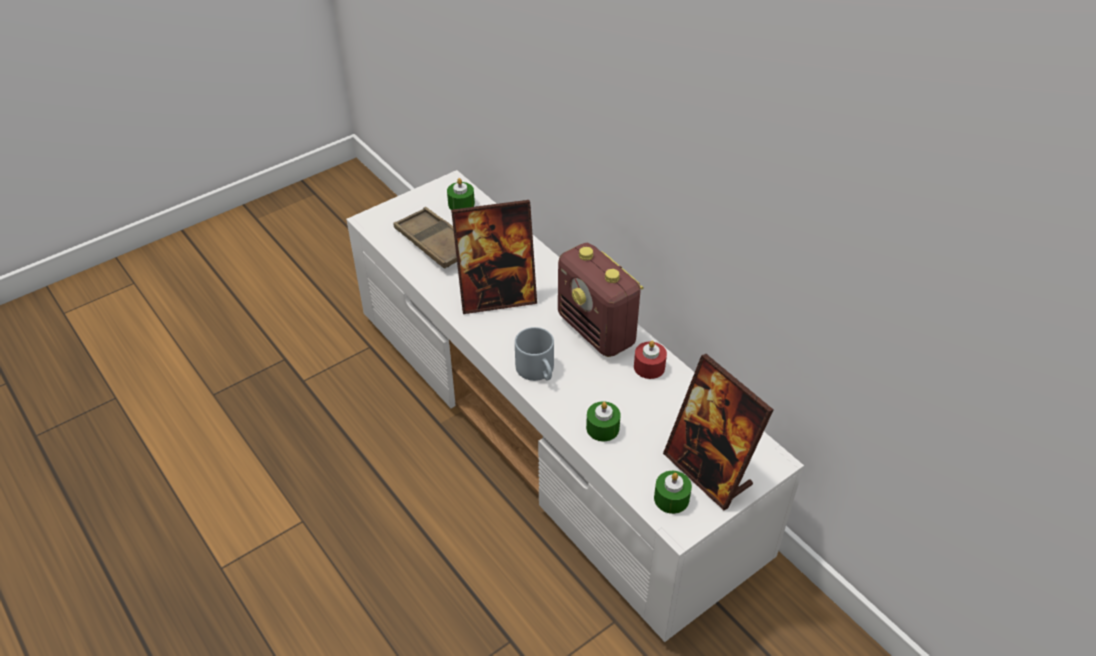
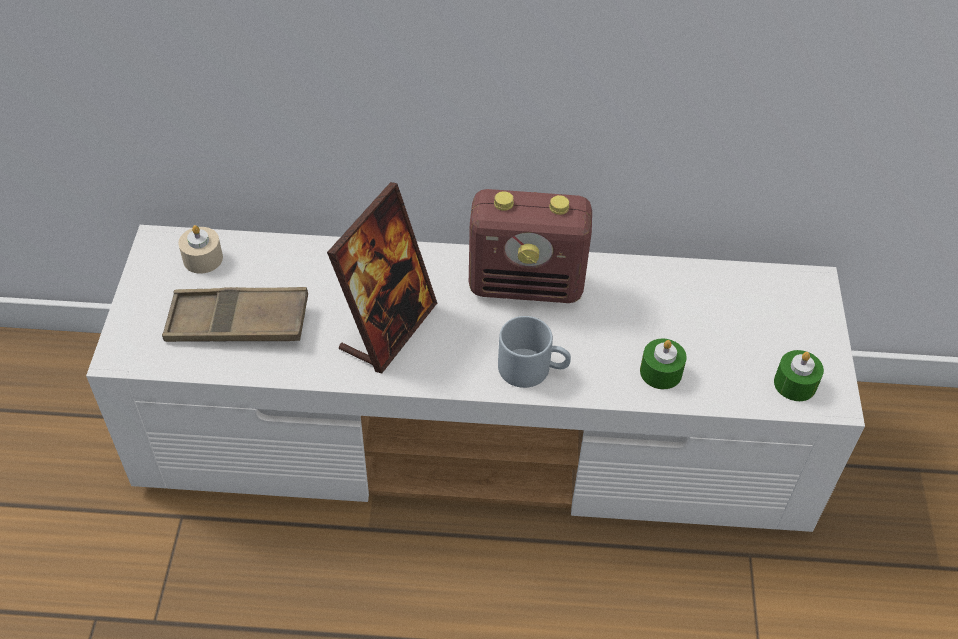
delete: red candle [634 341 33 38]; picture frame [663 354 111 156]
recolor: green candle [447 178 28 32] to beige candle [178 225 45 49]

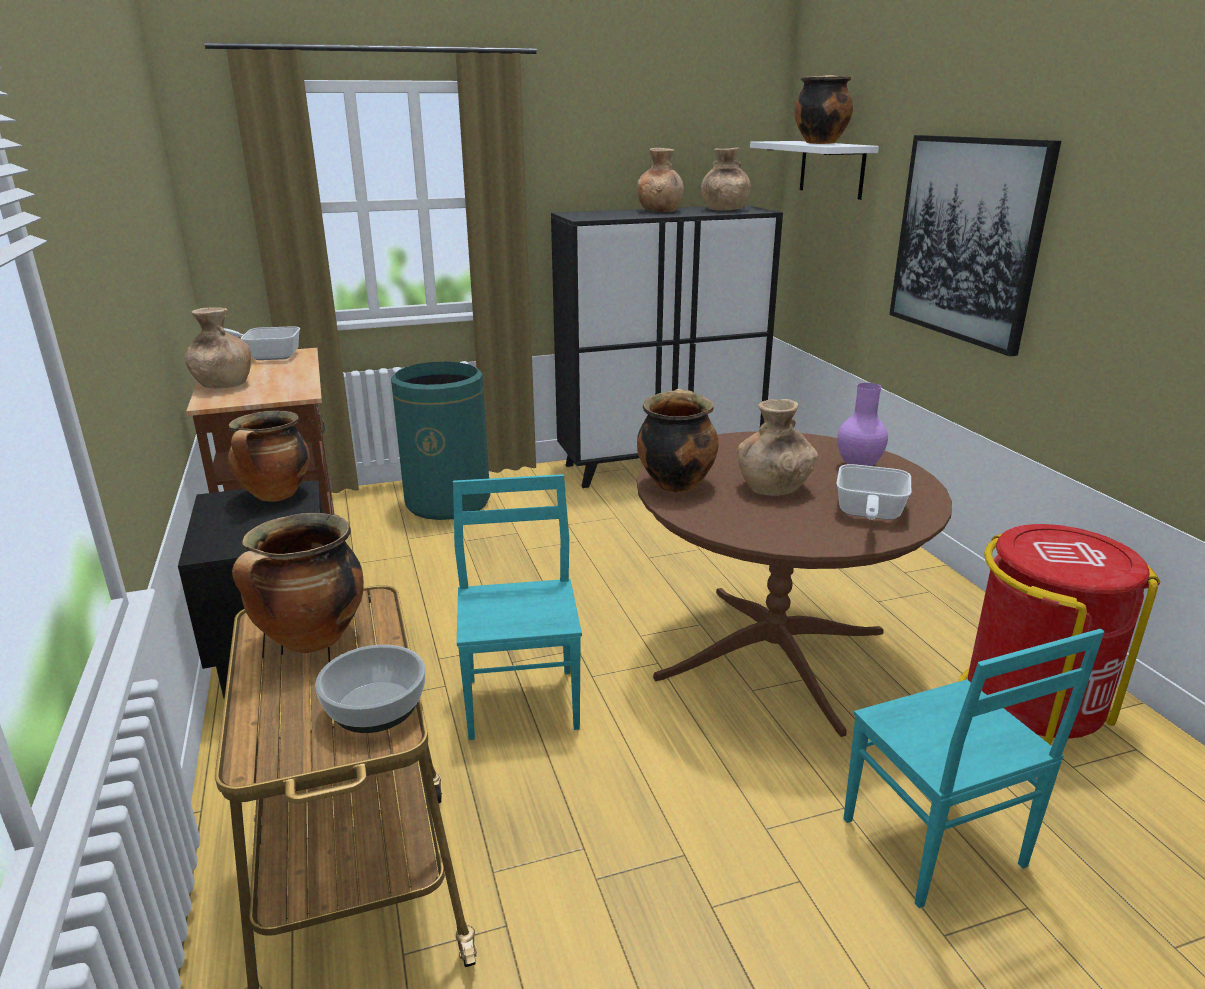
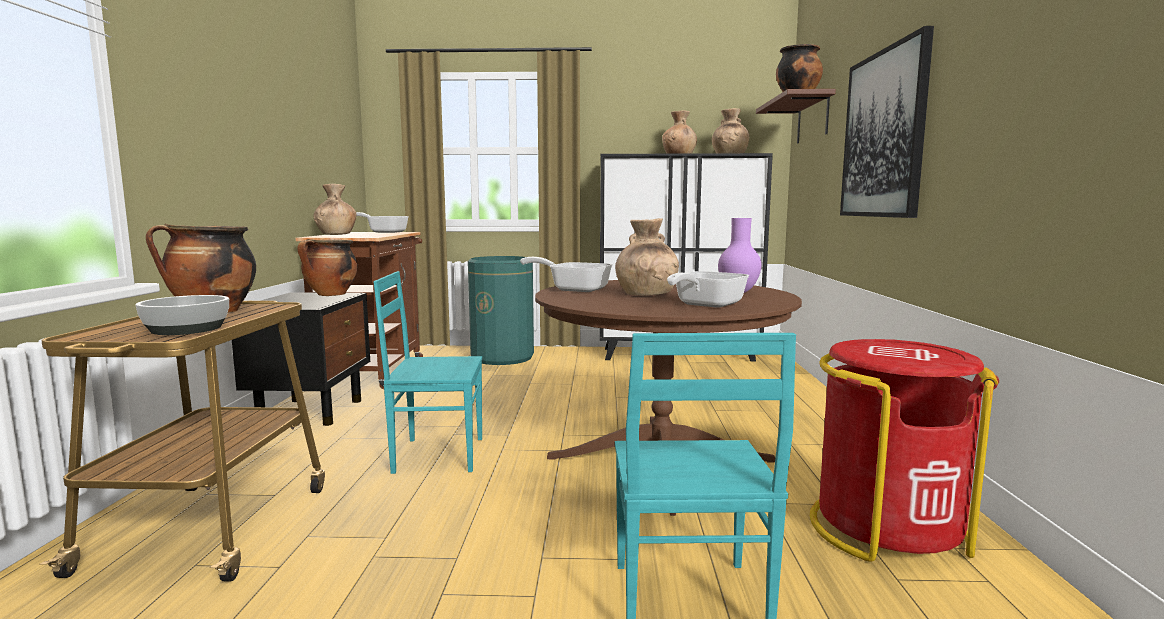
replace: cooking pot [637 389 81 104] to frying pan [520 257 93 35]
recolor: white shelf [750 141 129 59] to brown shelf [756 89 80 55]
rotate: turquoise chair [453 474 129 266] = [373 271 109 203] 105 degrees counterclockwise

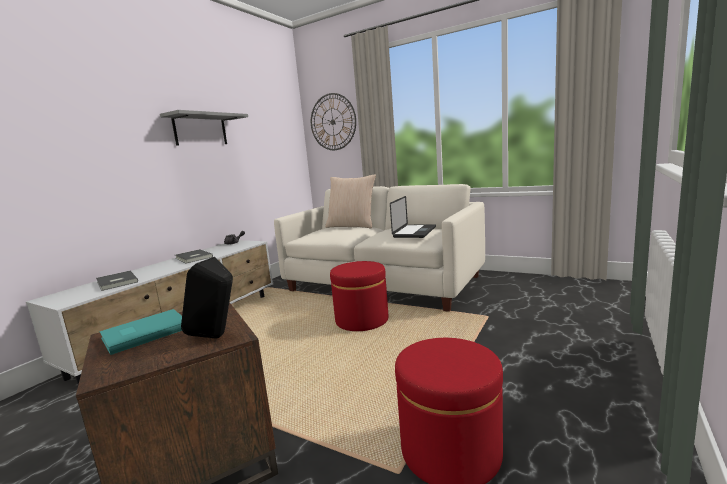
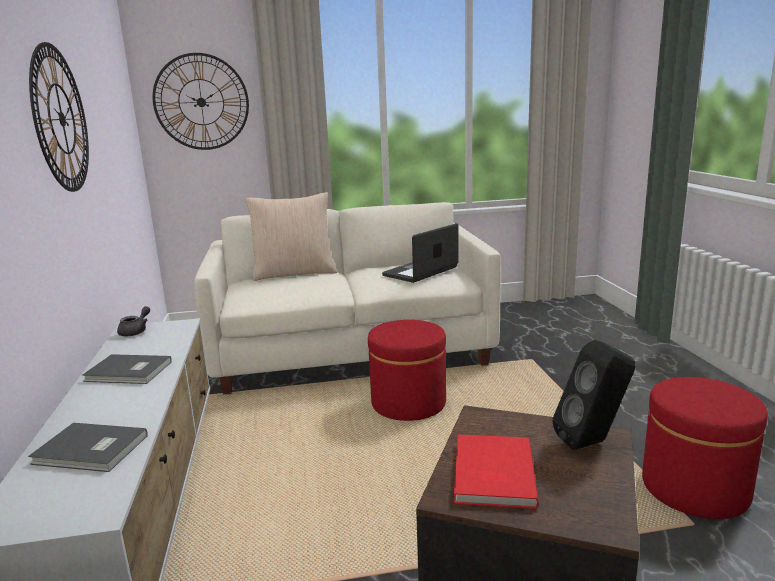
replace: grey shelf [160 110 88 36] to wall clock [29 42 60 150]
recolor: turquoise book [99 309 83 46] to red book [454 434 85 75]
rotate: laptop [390 196 46 42] = [382 223 77 60] 120 degrees counterclockwise

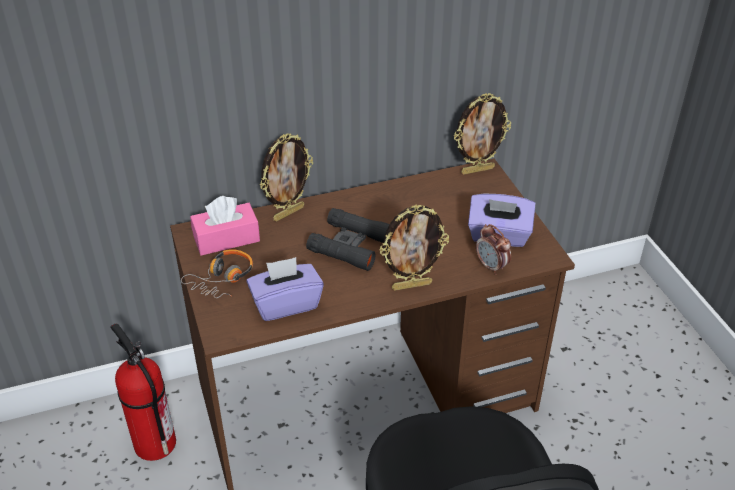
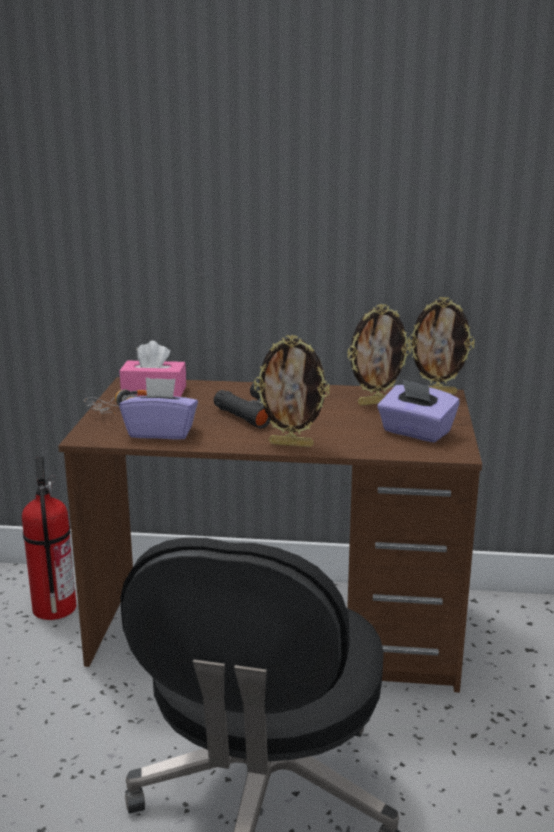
delete: alarm clock [476 224 35 51]
move: picture frame [260 133 53 89] to [347 304 64 102]

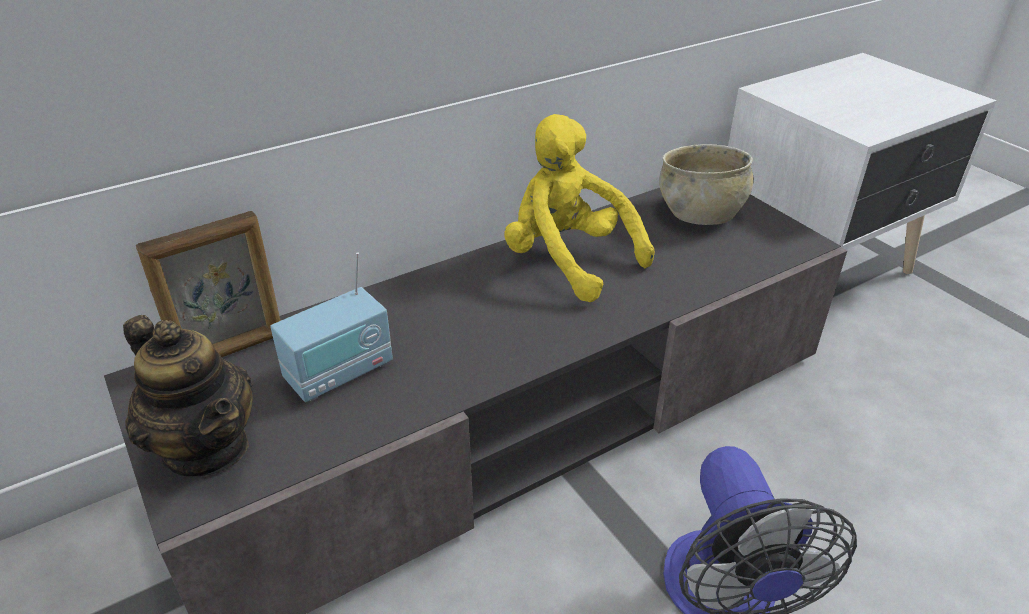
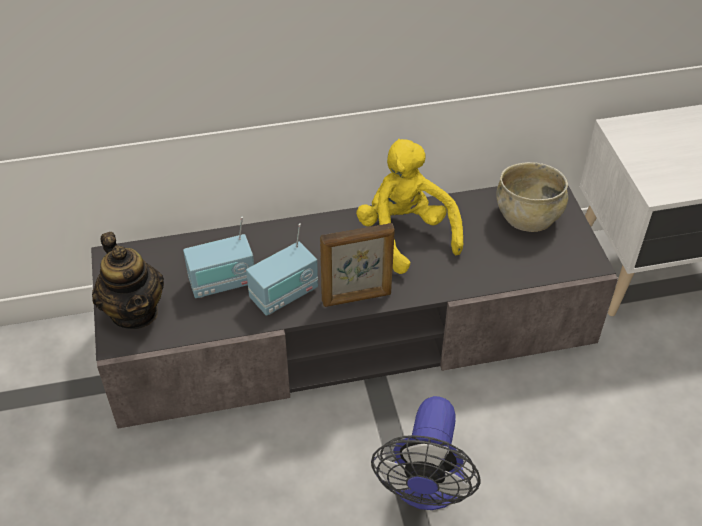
insert: radio [246 223 72 93]
move: picture frame [136 211 145 146] to [320 223 75 84]

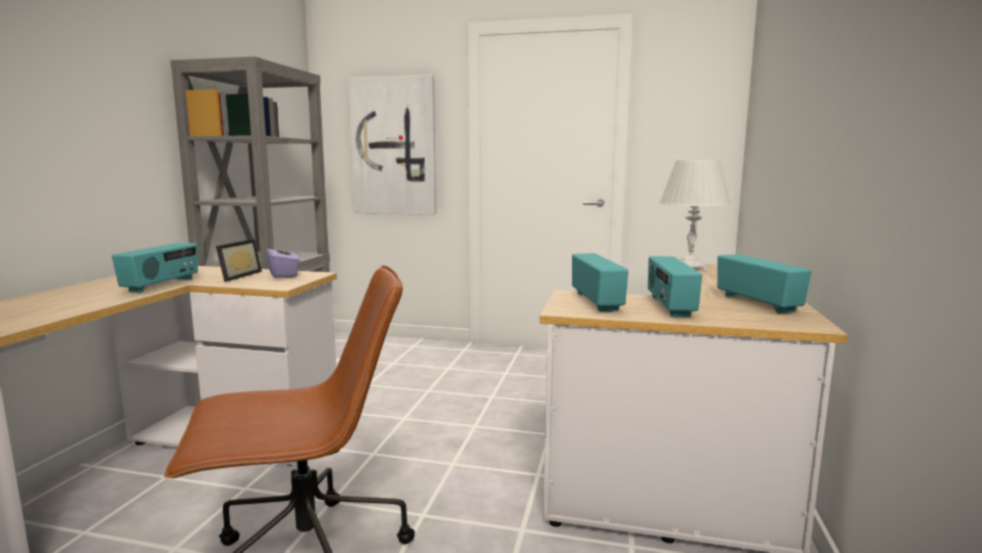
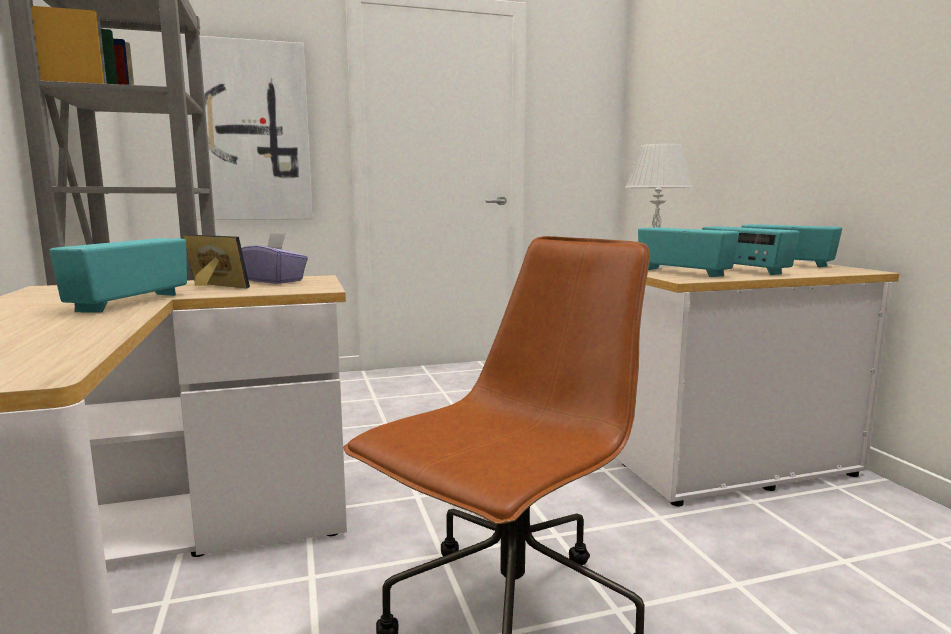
rotate: radio [112 243 86 50] = [49 238 138 75] 150 degrees counterclockwise; picture frame [216 239 46 43] = [183 234 67 54] 45 degrees counterclockwise

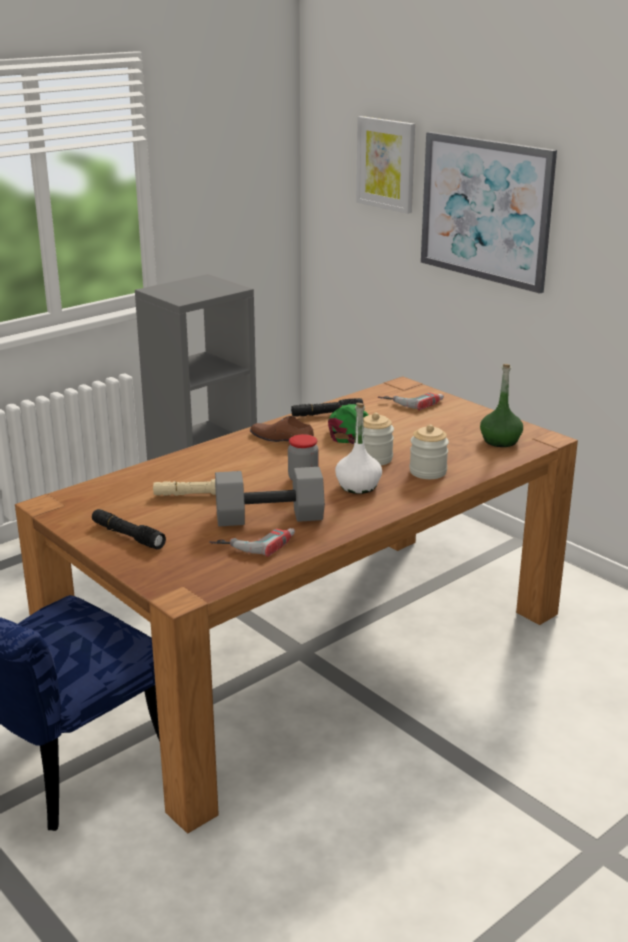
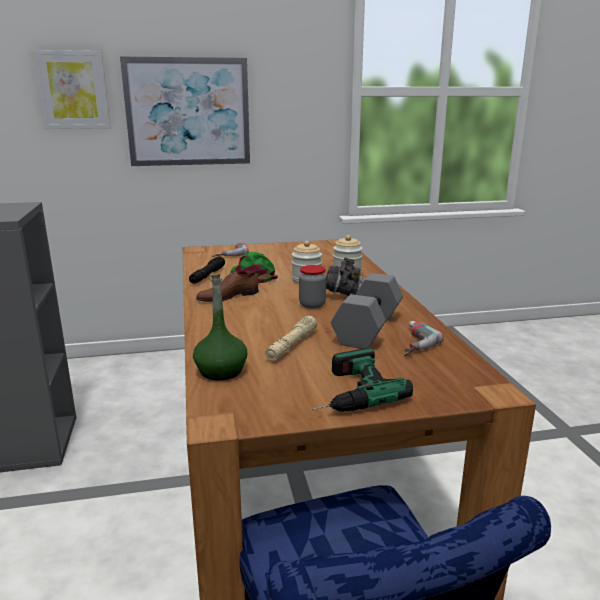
move: green bottle [480 364 43 83] to [193 274 54 106]
replace: black flashlight [92 509 74 40] to power drill [311 348 102 64]; white bottle [335 403 47 91] to grey binoculars [326 258 40 38]

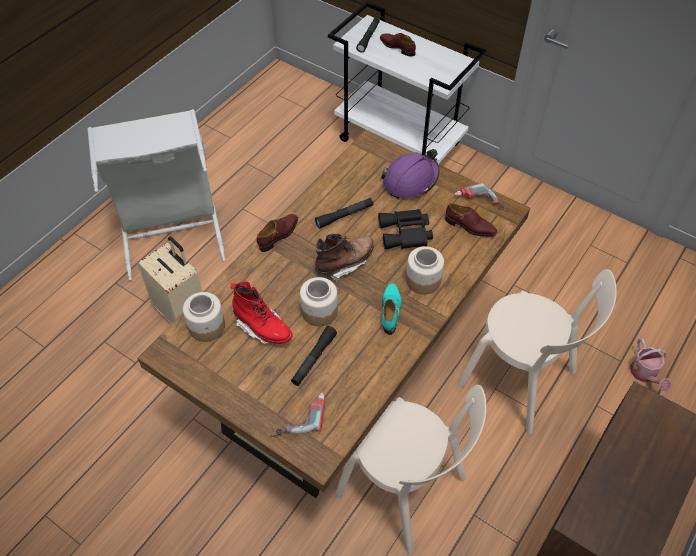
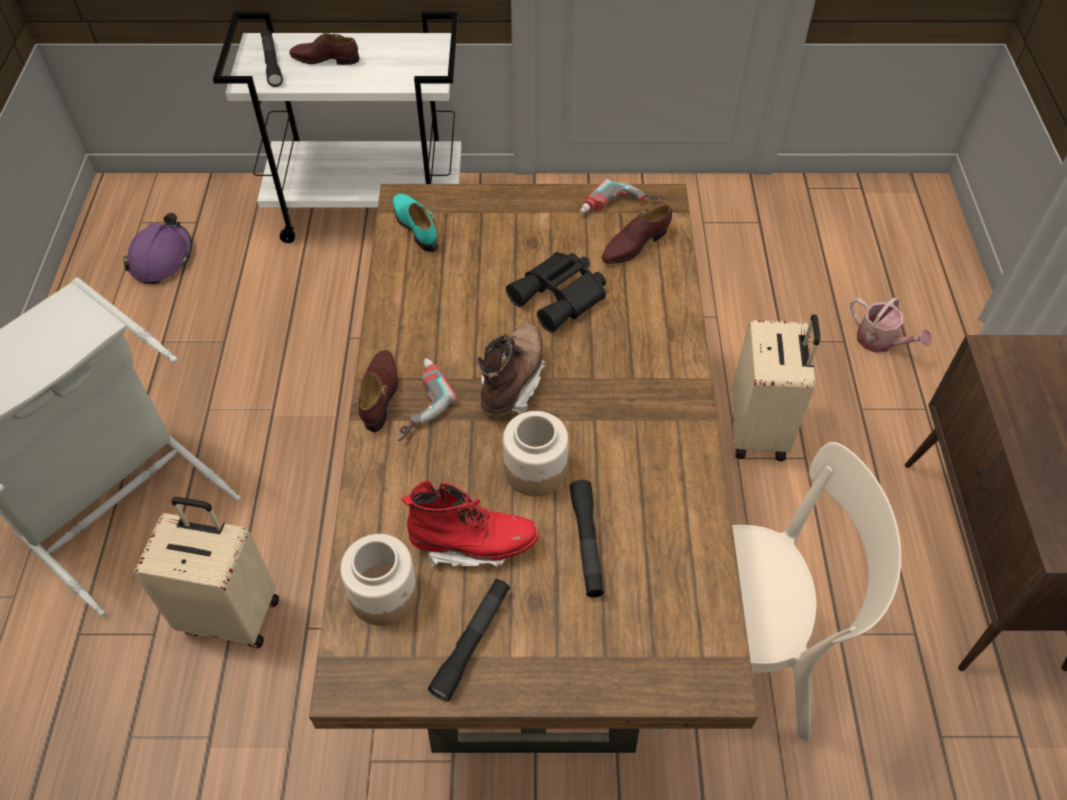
delete: jar [406 246 38 48]
move: power drill [271 393 54 44] to [398 358 59 83]; black flashlight [315 198 58 31] to [428 579 82 123]; purple hard hat [381 149 59 49] to [123 213 69 71]; turquoise shoe [382 284 20 51] to [393 194 45 58]
replace: beige chair [458 269 159 165] to beige suitcase [731 314 89 147]
rotate: brown shoe [445 203 52 34] = [602 204 70 60] 150 degrees clockwise

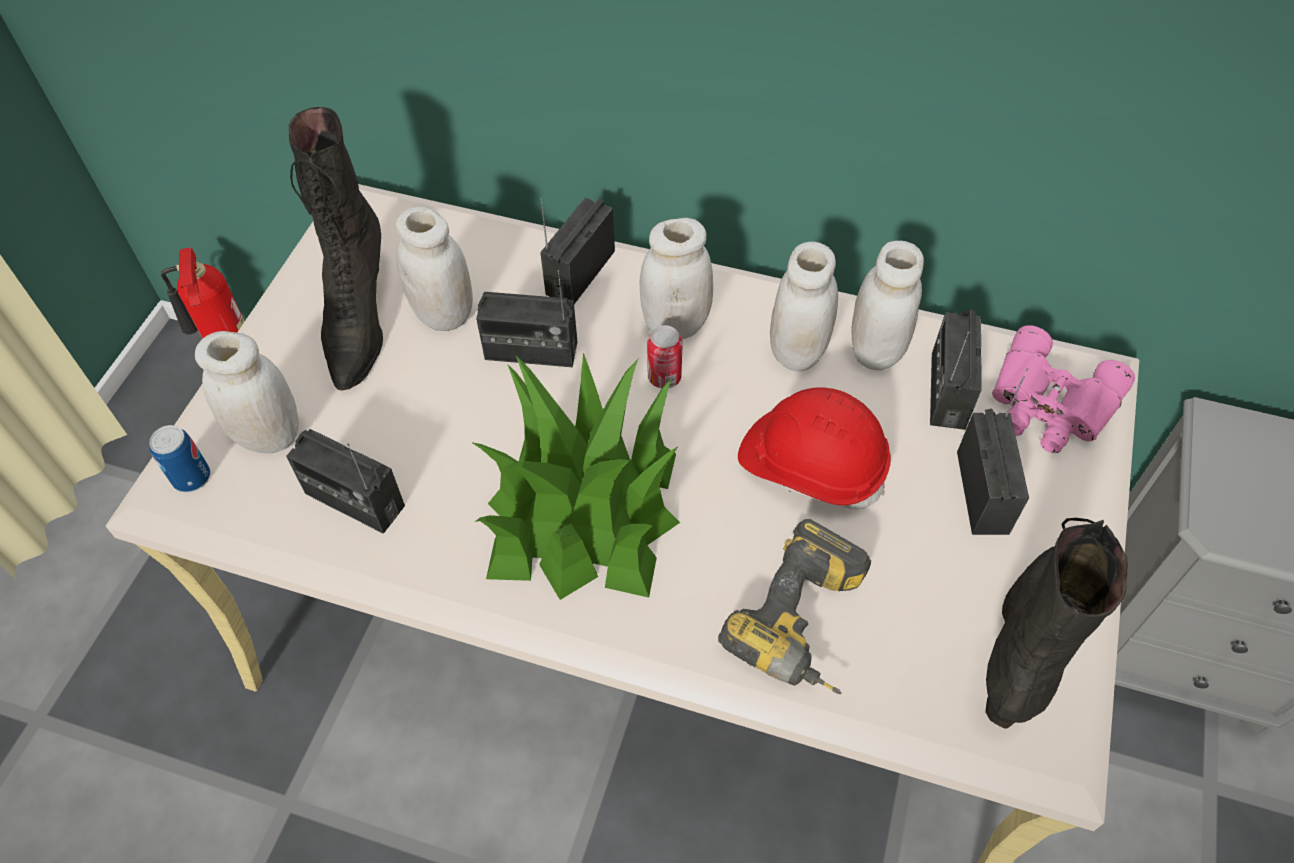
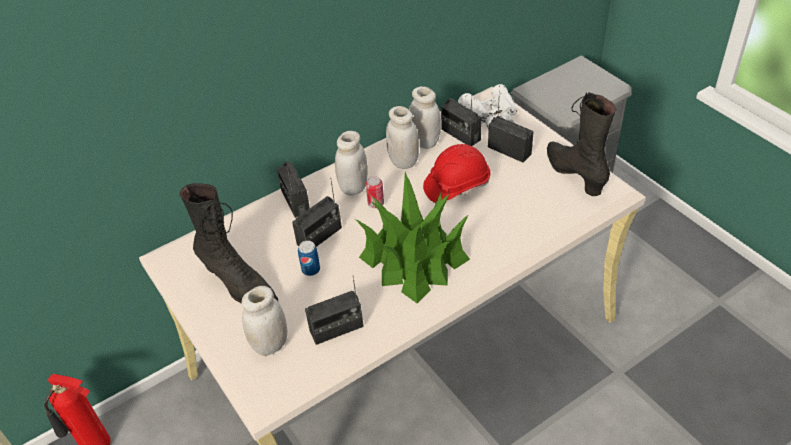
delete: white jar [395 206 78 125]; power drill [718 519 153 175]
move: can [149 425 61 67] to [298 241 22 35]
recolor: pink binoculars [992 325 143 128] to white binoculars [458 84 60 44]

